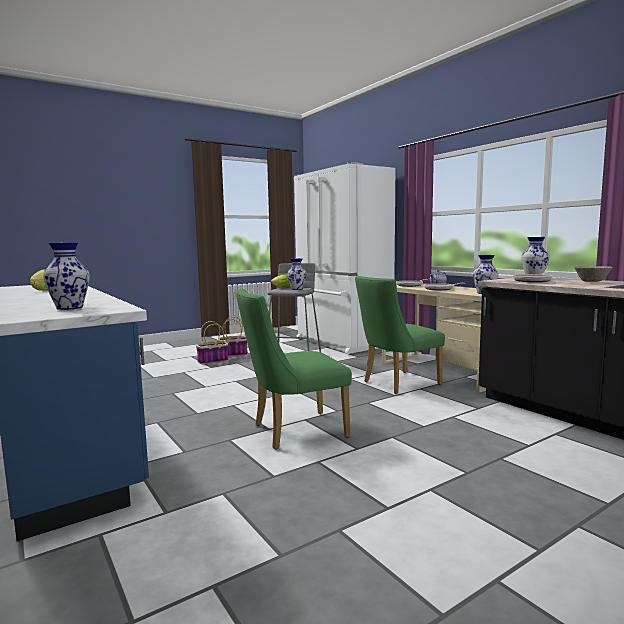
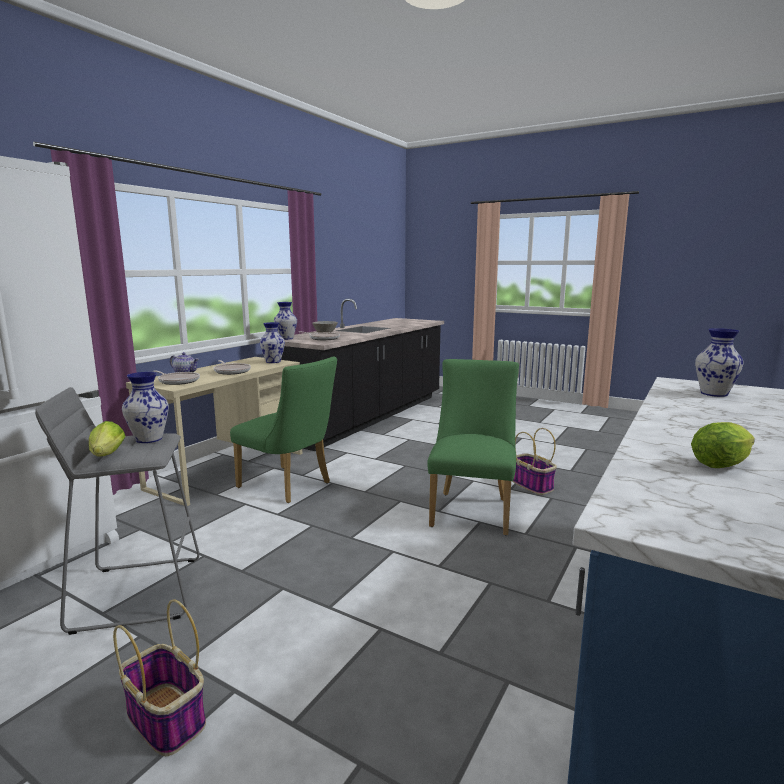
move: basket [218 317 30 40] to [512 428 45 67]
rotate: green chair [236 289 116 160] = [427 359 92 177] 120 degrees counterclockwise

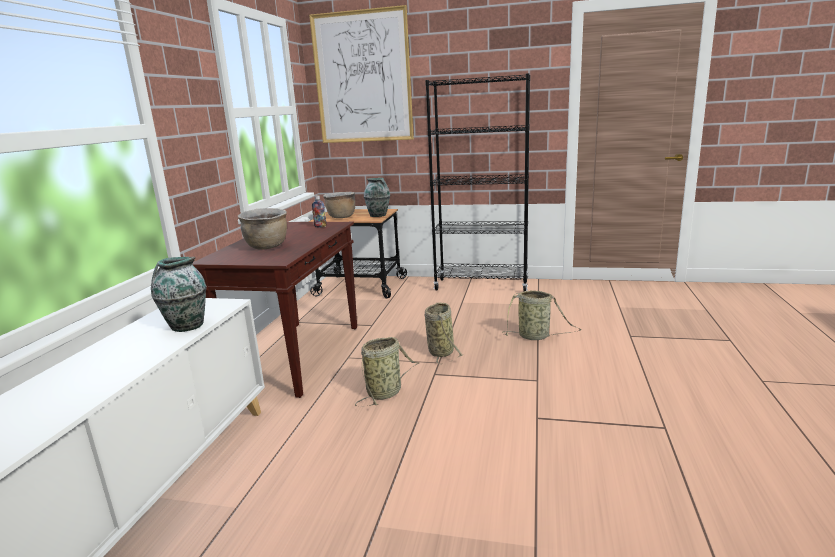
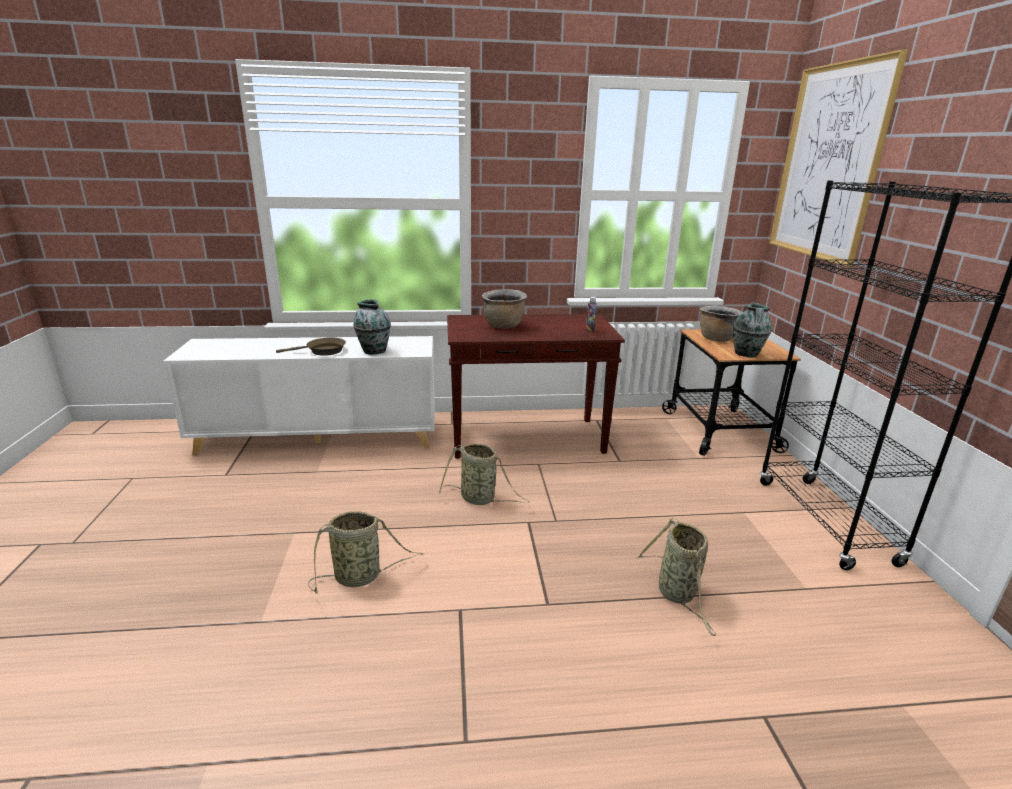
insert: brown frying pan [276 337 70 19]
move: basket [425 302 39 62] to [308 511 116 83]

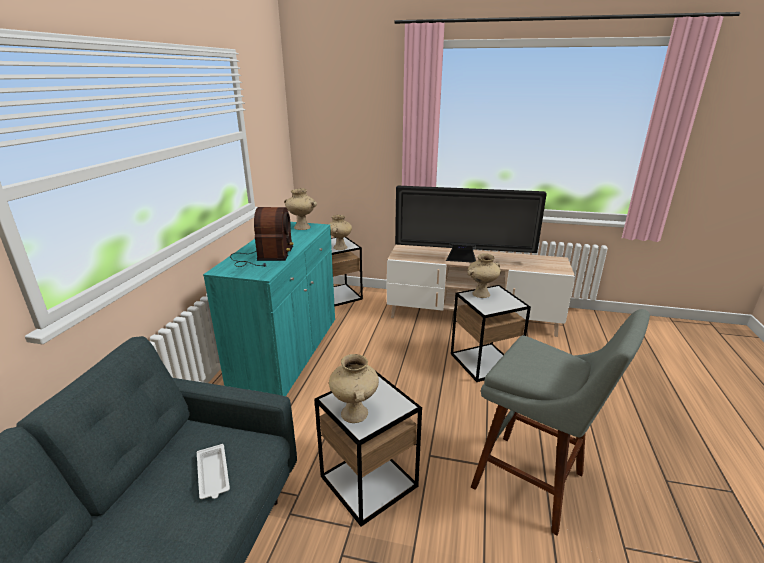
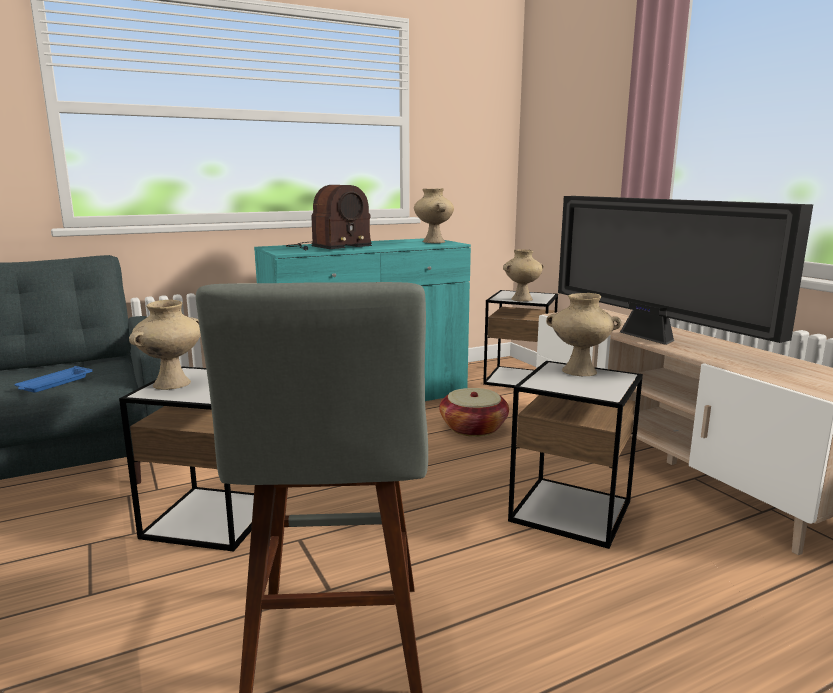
insert: basket [439 388 70 49]
recolor: white tray [197 444 33 55] to blue tray [14 366 79 27]

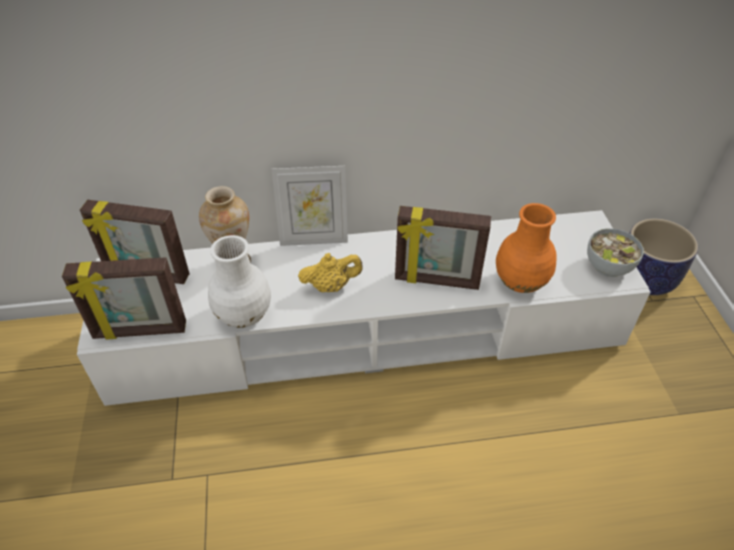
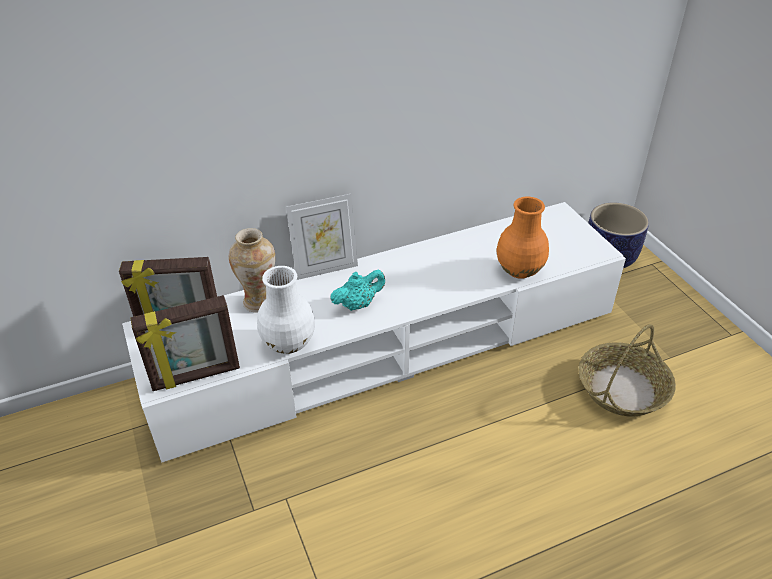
delete: picture frame [395 206 96 84]; bowl [587 228 57 49]
insert: basket [578 324 98 93]
recolor: yellow teapot [298 253 65 39] to turquoise teapot [330 270 55 41]

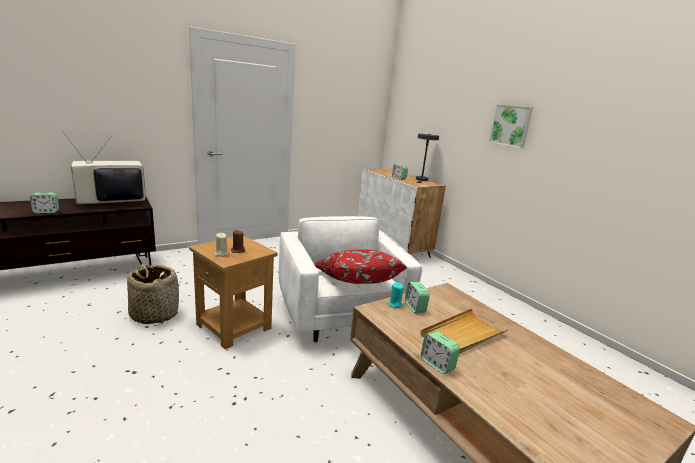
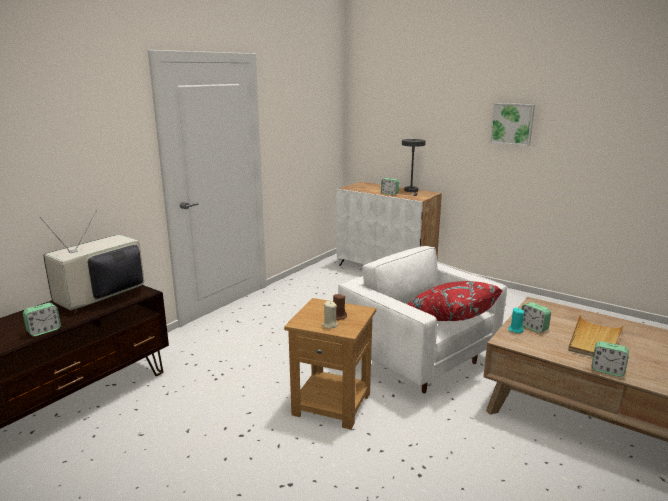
delete: basket [127 264 52 60]

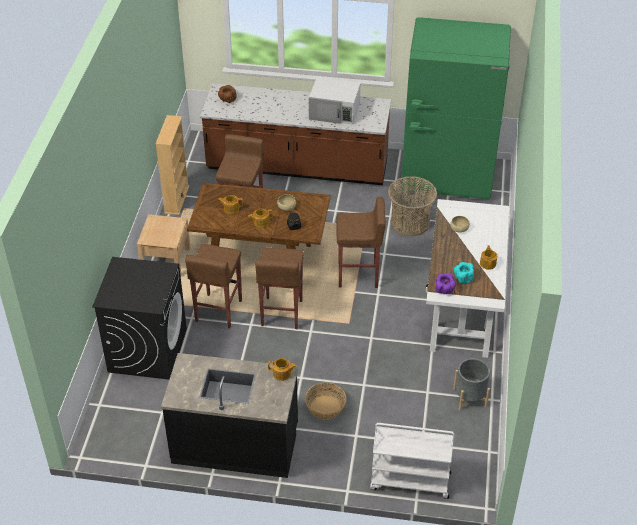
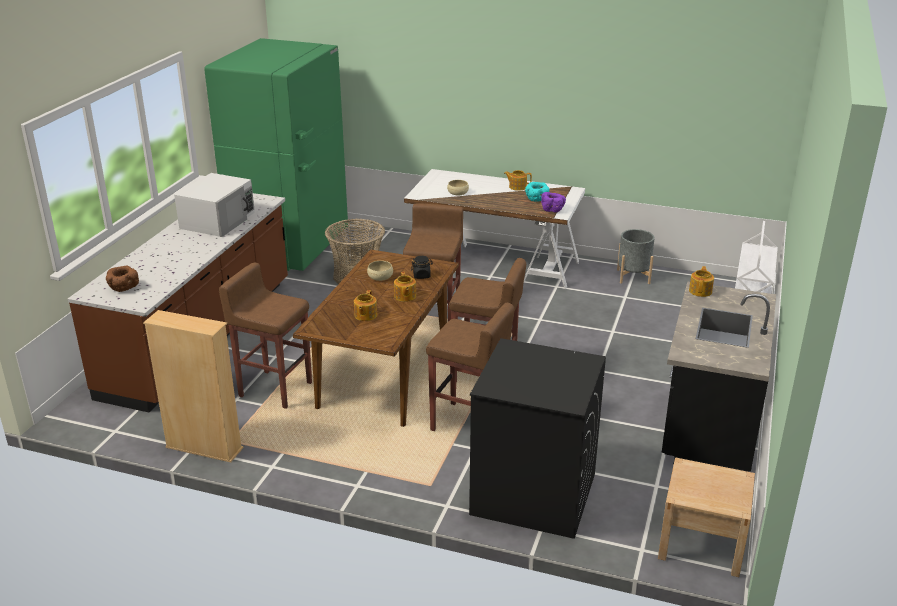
delete: basket [305 382 42 38]
move: beige nightstand [137 214 54 62] to [658 457 97 120]

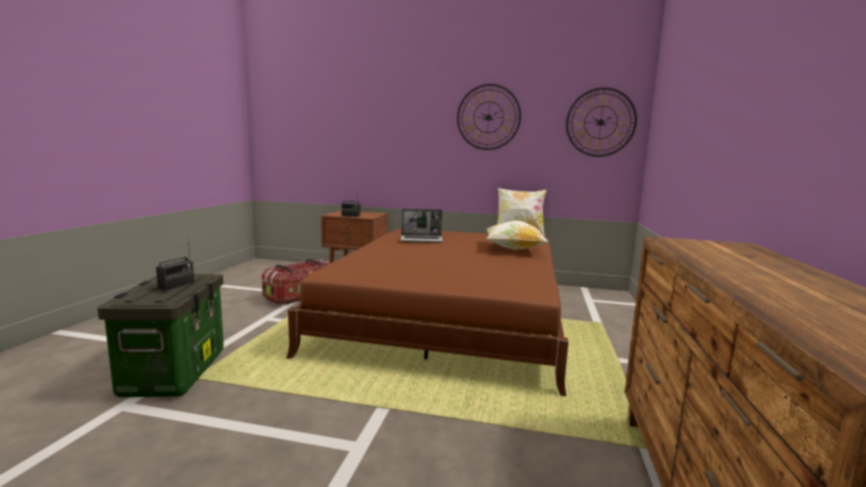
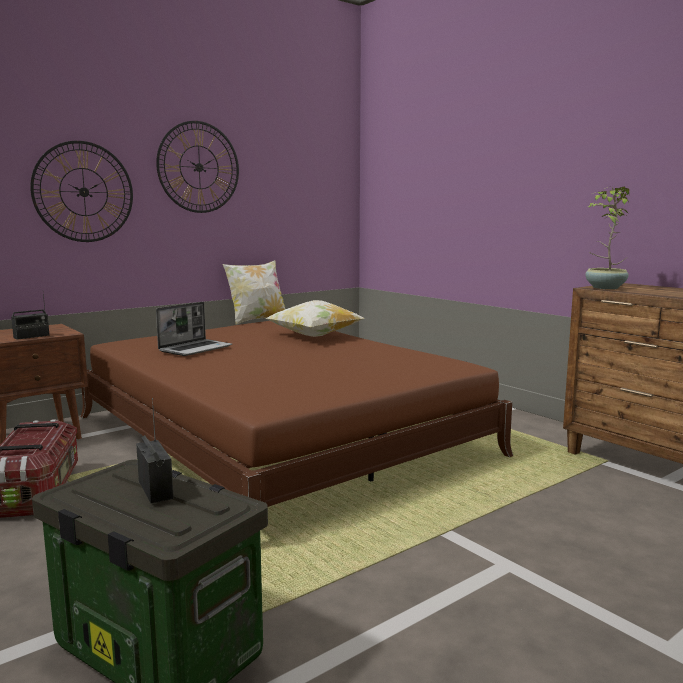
insert: potted plant [585 187 44 102]
move: wall clock [566 87 71 70] to [30 141 103 101]

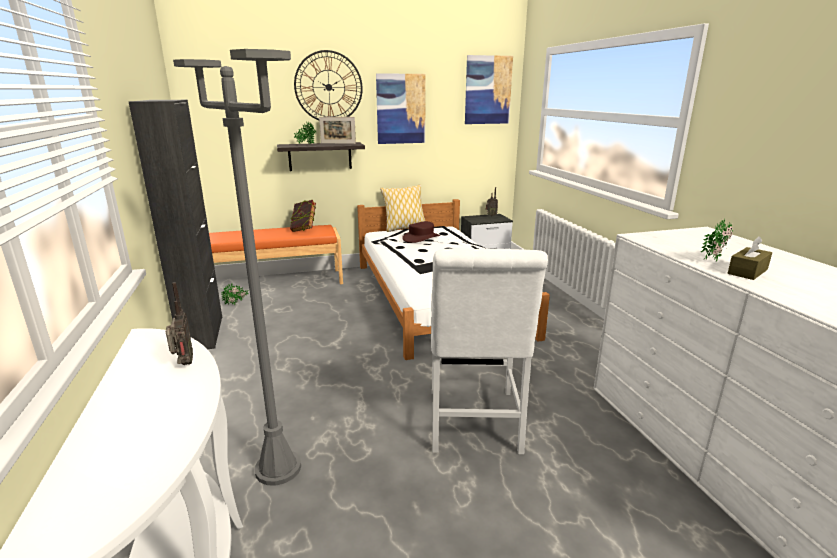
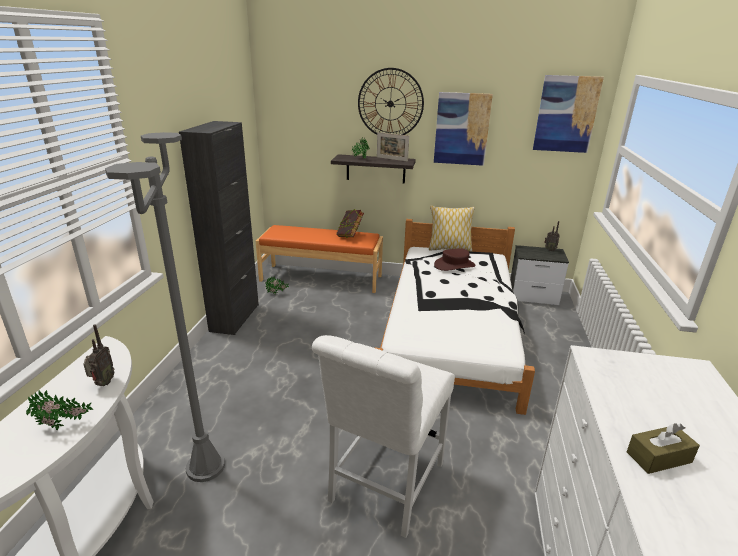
move: potted plant [701 219 32 42] to [26 390 68 40]

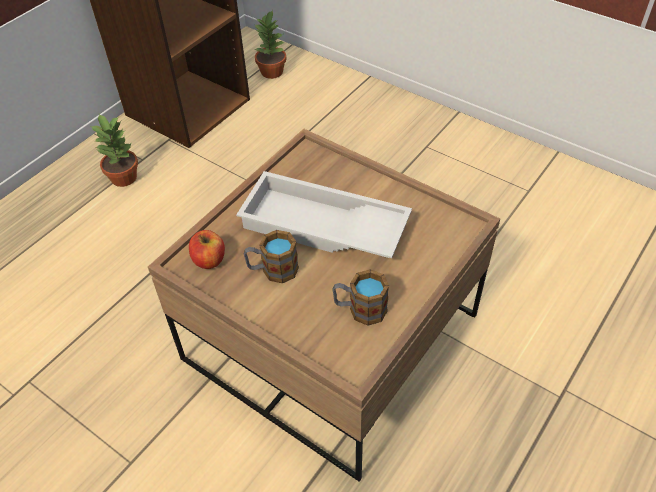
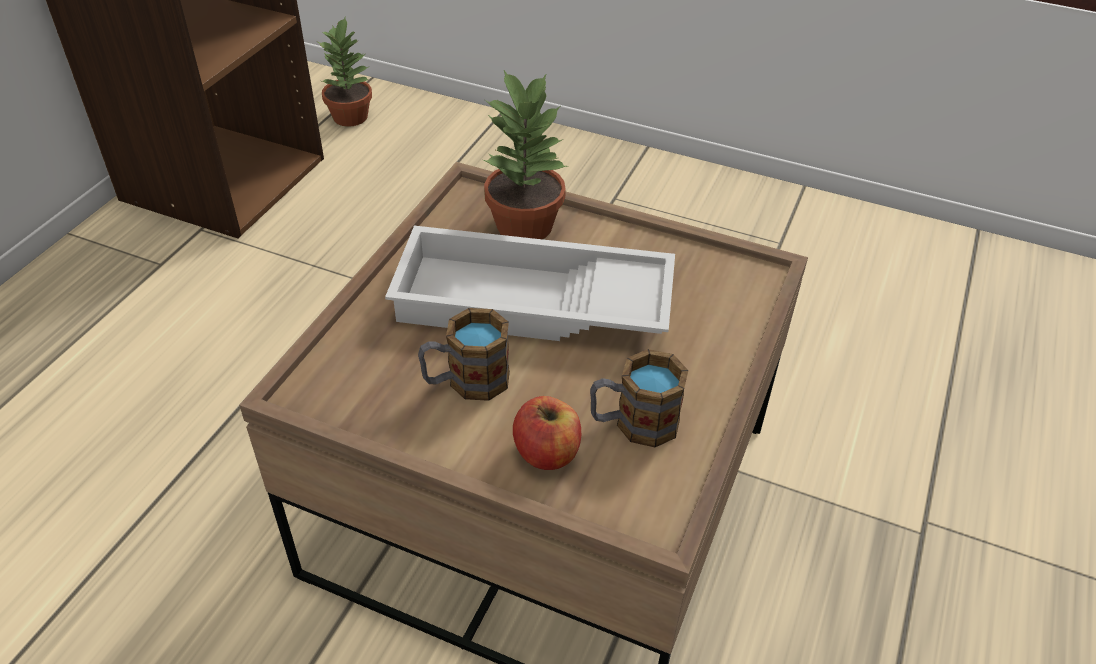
move: potted plant [91 114 47 73] to [483 70 84 169]; apple [189 230 36 39] to [513 396 68 74]

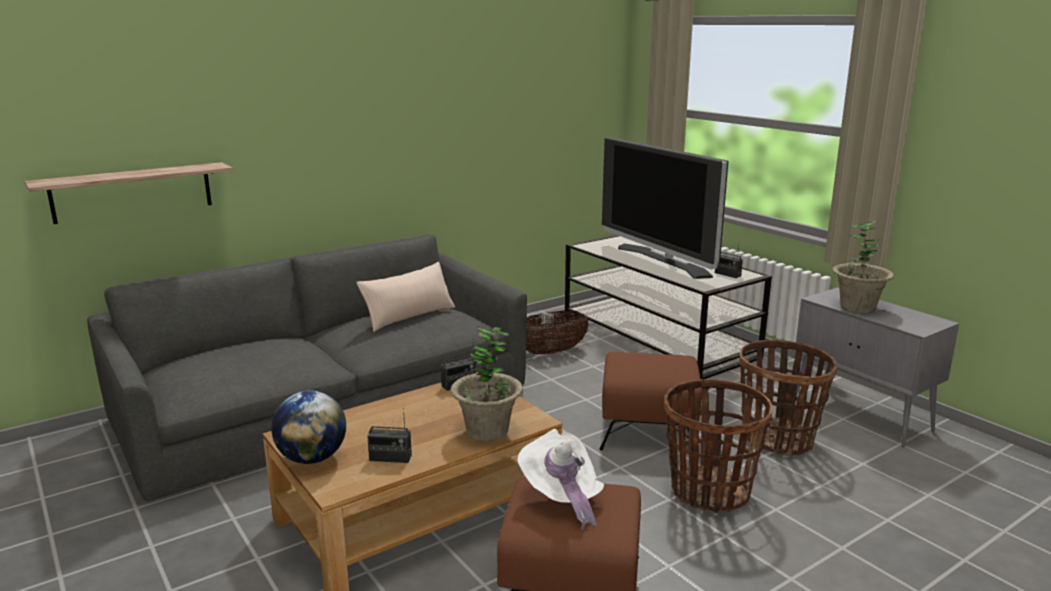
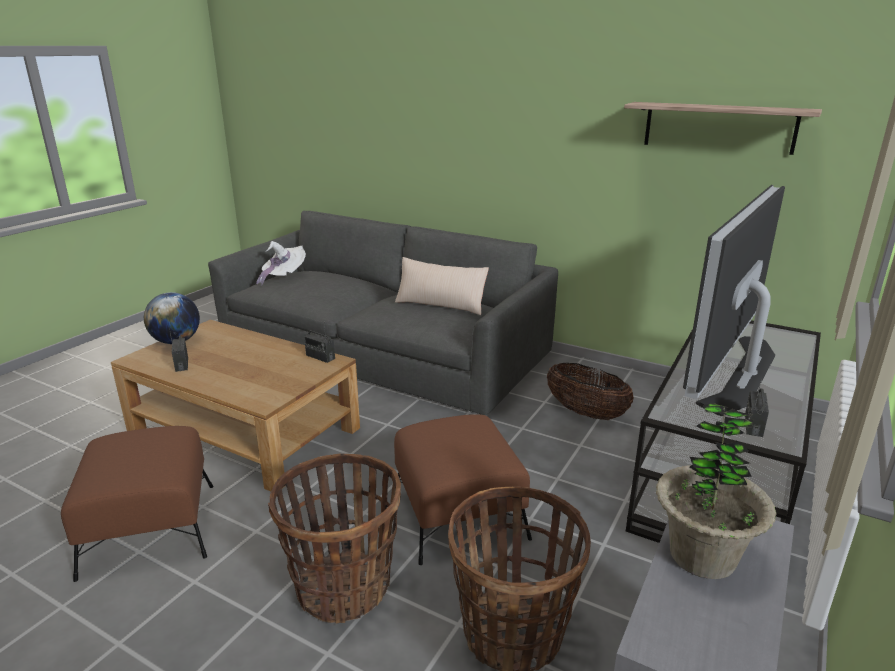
delete: potted plant [450 326 73 115]
move: shelf [24 162 209 62] to [624 102 198 53]; white hat [517 429 87 101] to [256 241 50 45]

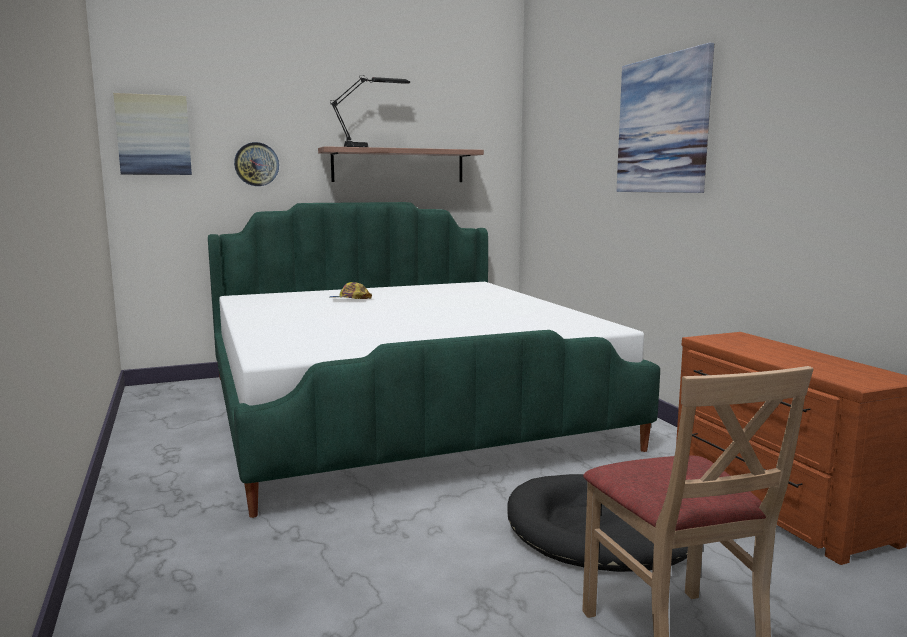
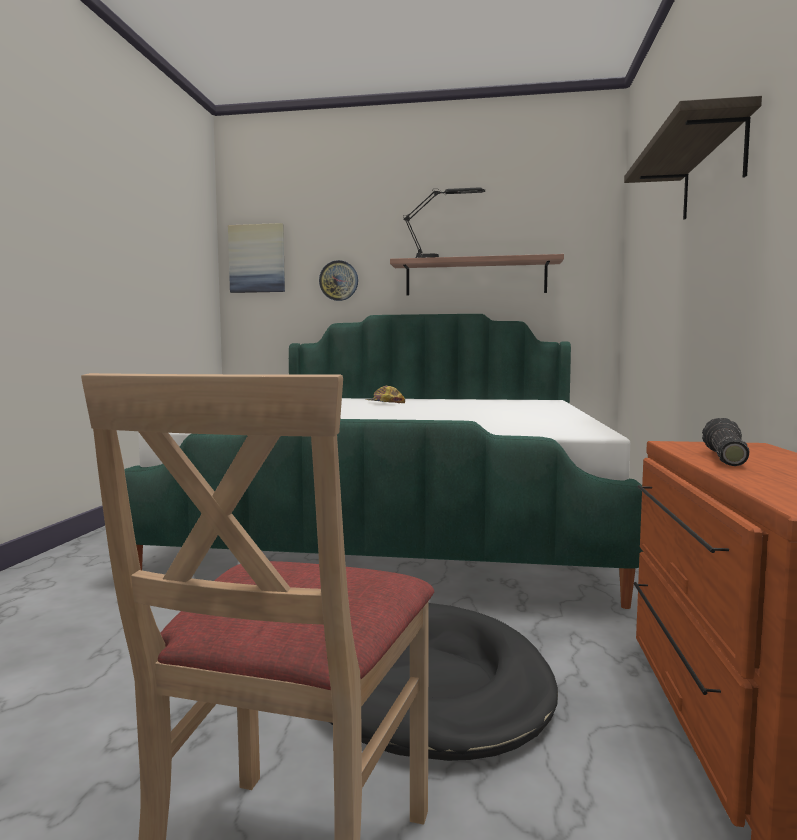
insert: flashlight [702 418 47 48]
replace: picture [616 43 98 150] to shelf [624 96 138 124]

